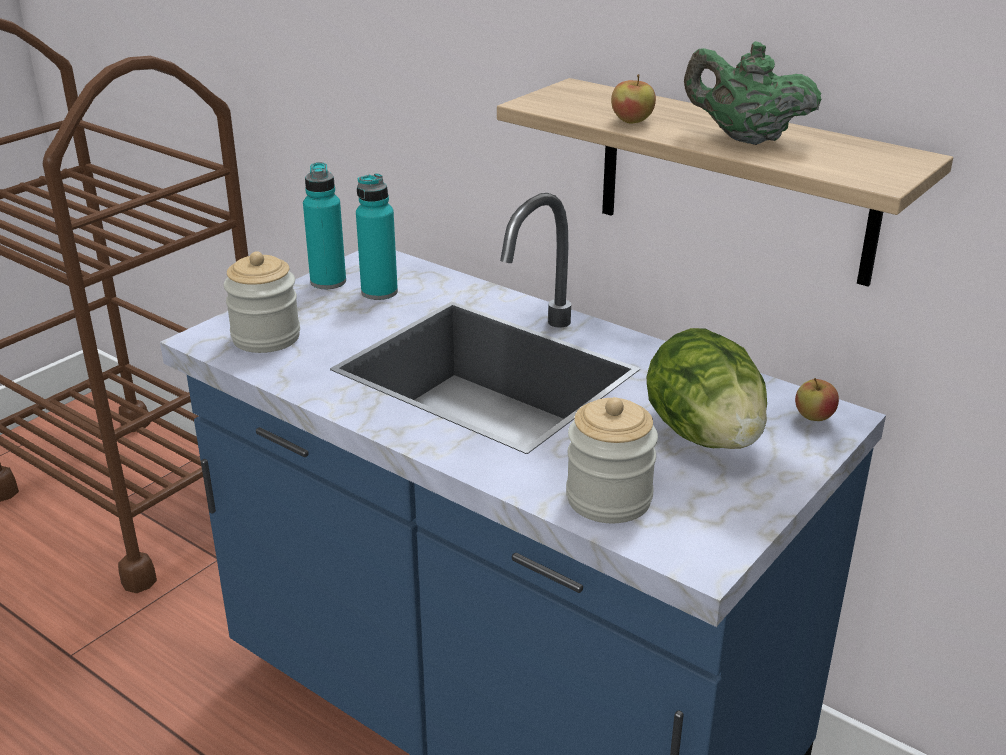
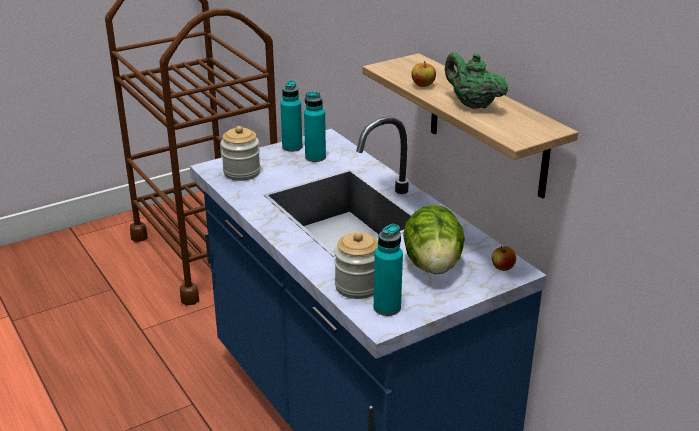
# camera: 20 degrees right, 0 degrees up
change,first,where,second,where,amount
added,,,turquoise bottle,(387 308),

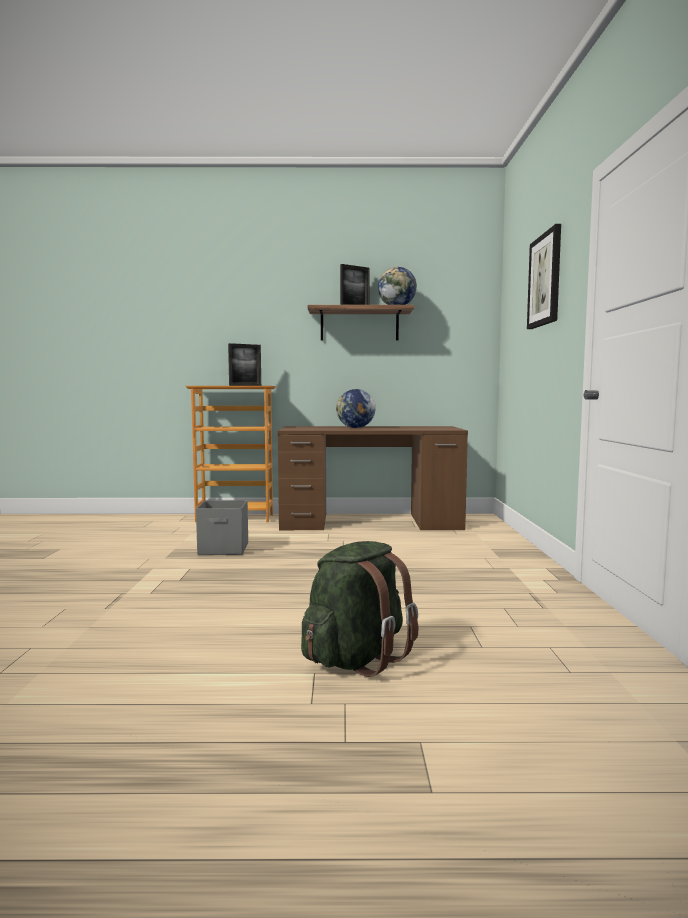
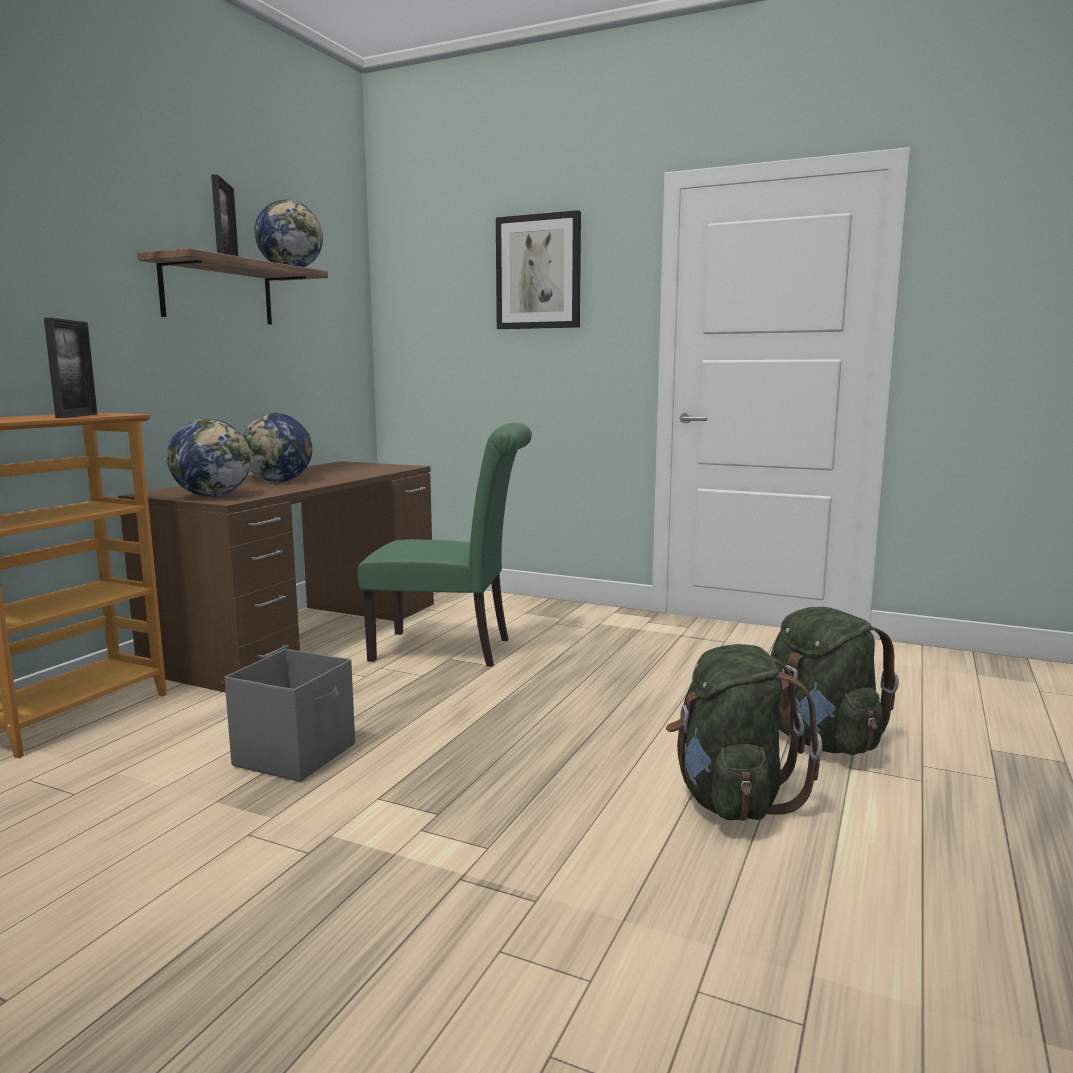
# camera: 65 degrees left, 5 degrees up
change,first,where,second,where,amount
added,,,globe,(213 496),
added,,,green chair,(450 649),
added,,,green backpack,(731 799),

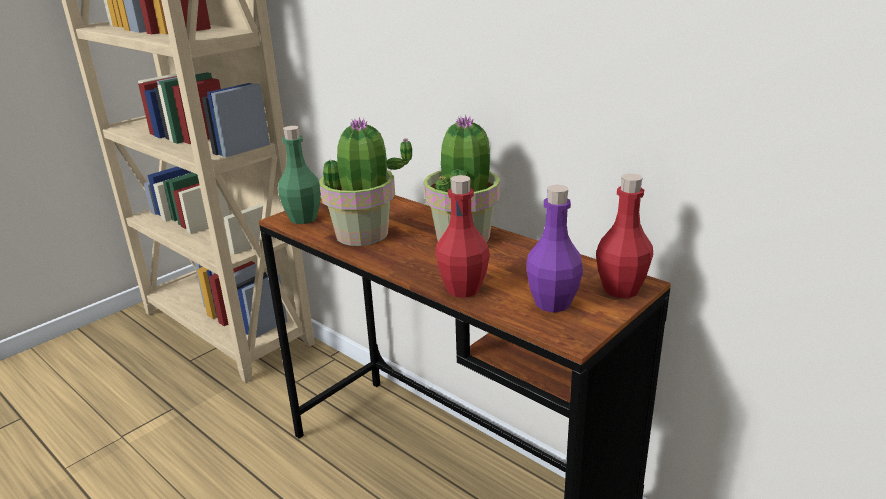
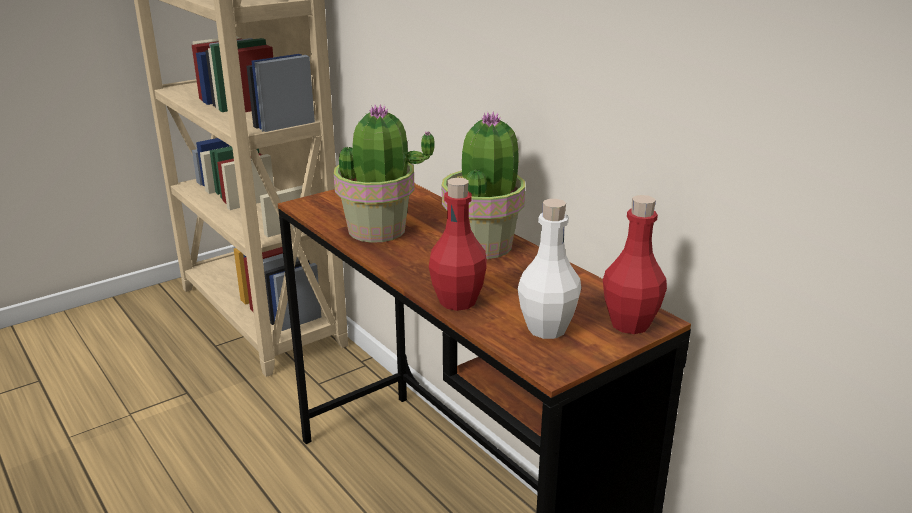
# camera: 10 degrees right, 0 degrees up
change,first,where,second,where,amount
removed,green bottle,(303 219),,,
recoloured,purple bottle,(552 303),white bottle,(547 329),

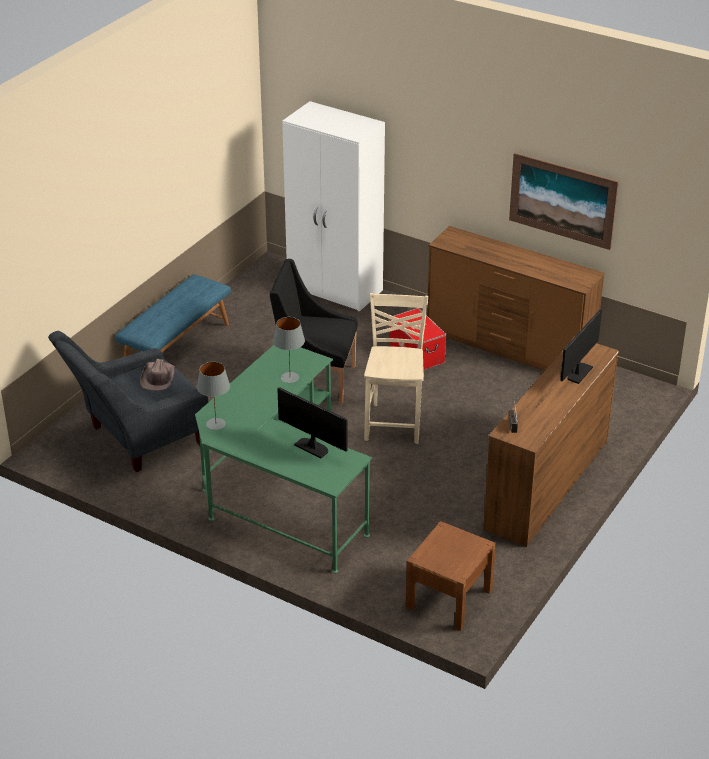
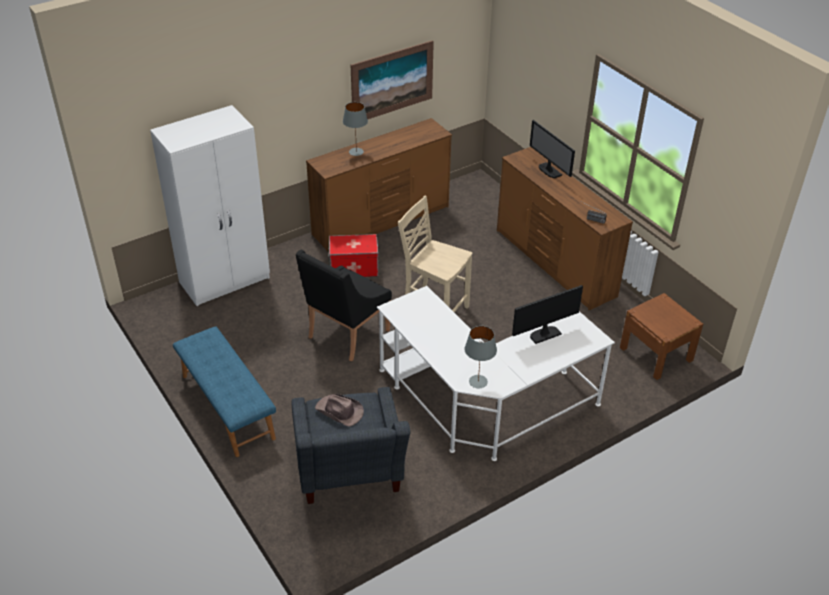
# camera: 65 degrees left, 5 degrees up
change,first,where,second,where,amount
moved,grey table lamp,(289 377),,(356 152),
recoloured,green desk,(279 493),white desk,(484 405),

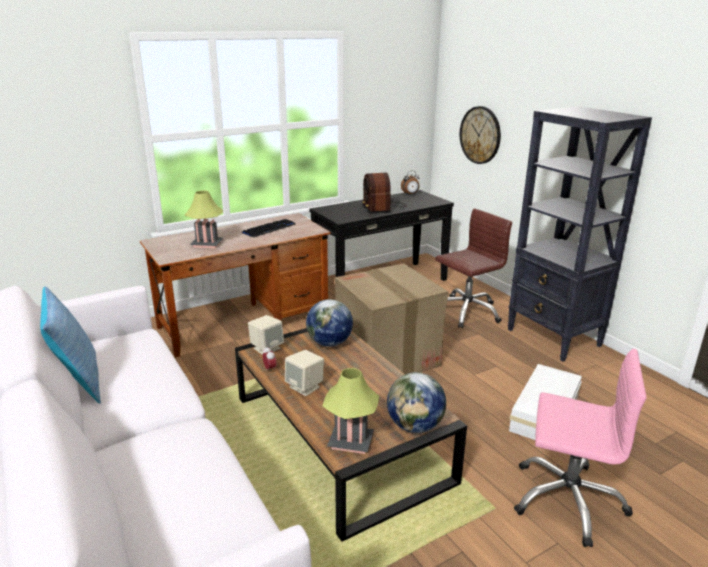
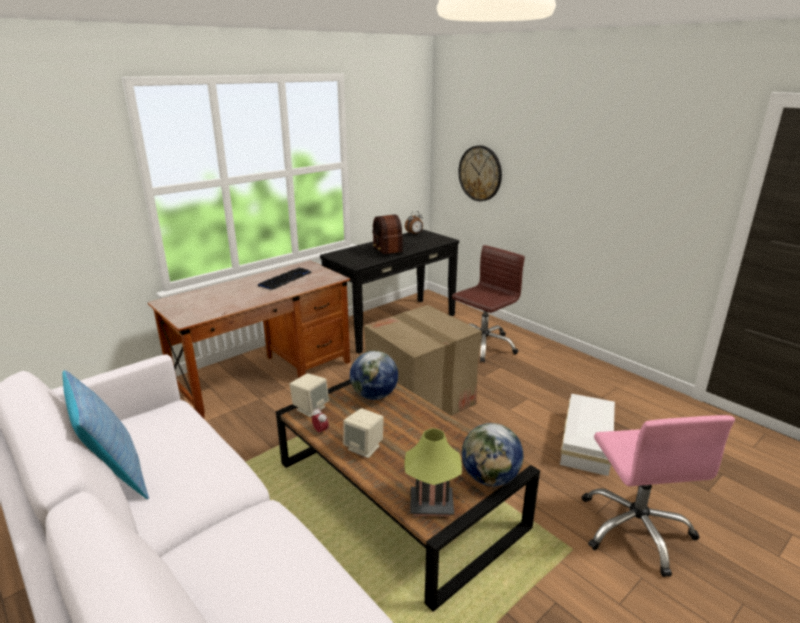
# camera: 10 degrees left, 0 degrees up
change,first,where,second,where,amount
removed,black bookcase,(554 338),,,
removed,table lamp,(207 244),,,
turned,pink office chair,(567 499),,(635 529),75 degrees clockwise

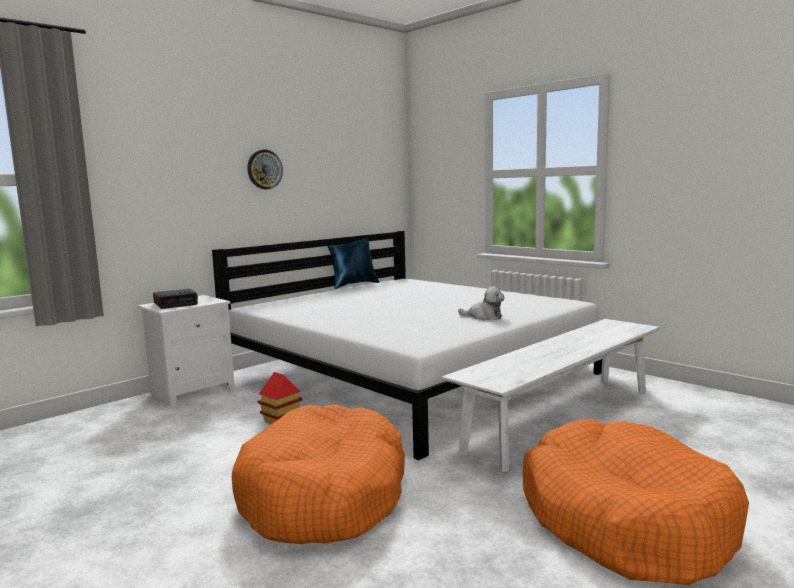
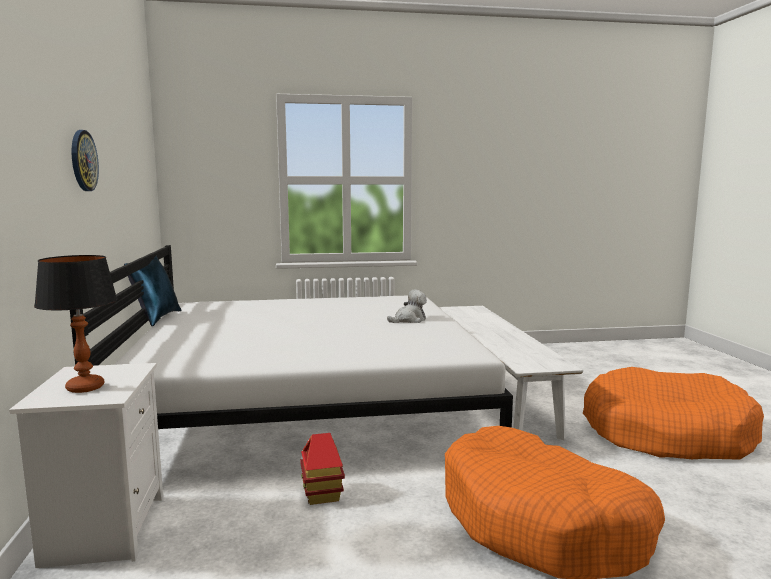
# camera: 55 degrees left, 0 degrees up
change,first,where,second,where,amount
replaced,alarm clock,(176 304),table lamp,(85 387),

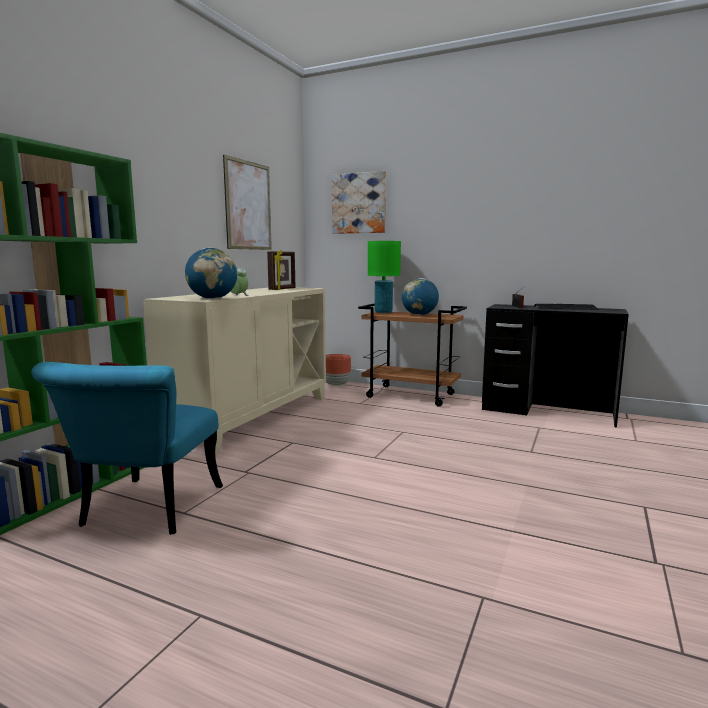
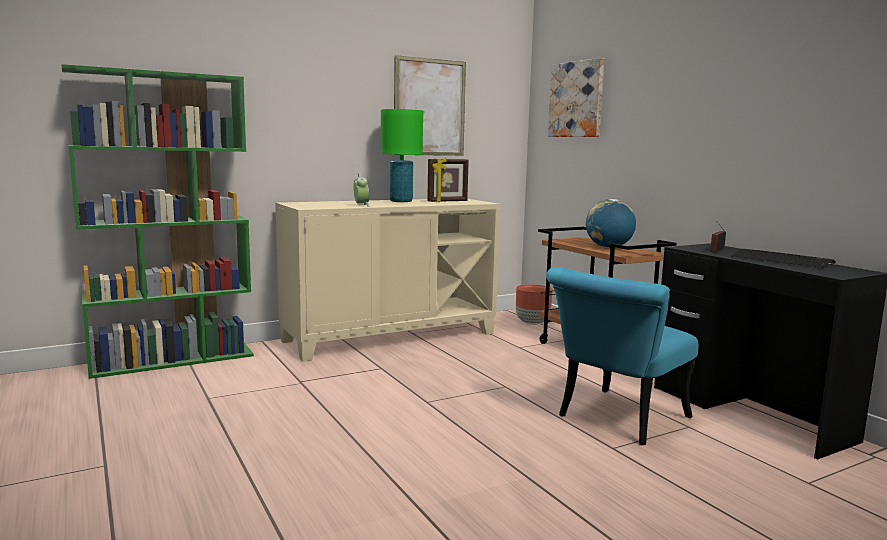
# camera: 35 degrees right, 0 degrees up
change,first,where,second,where,amount
moved,green table lamp,(383 312),,(401 201),
removed,globe,(212 298),,,
moved,turquoise chair,(145 512),,(616 420),

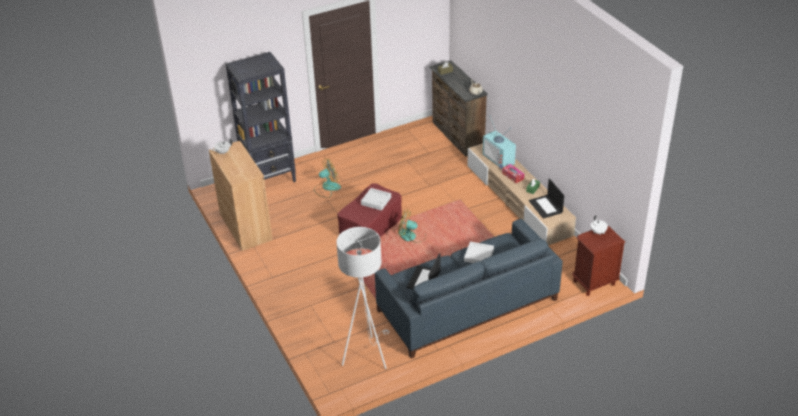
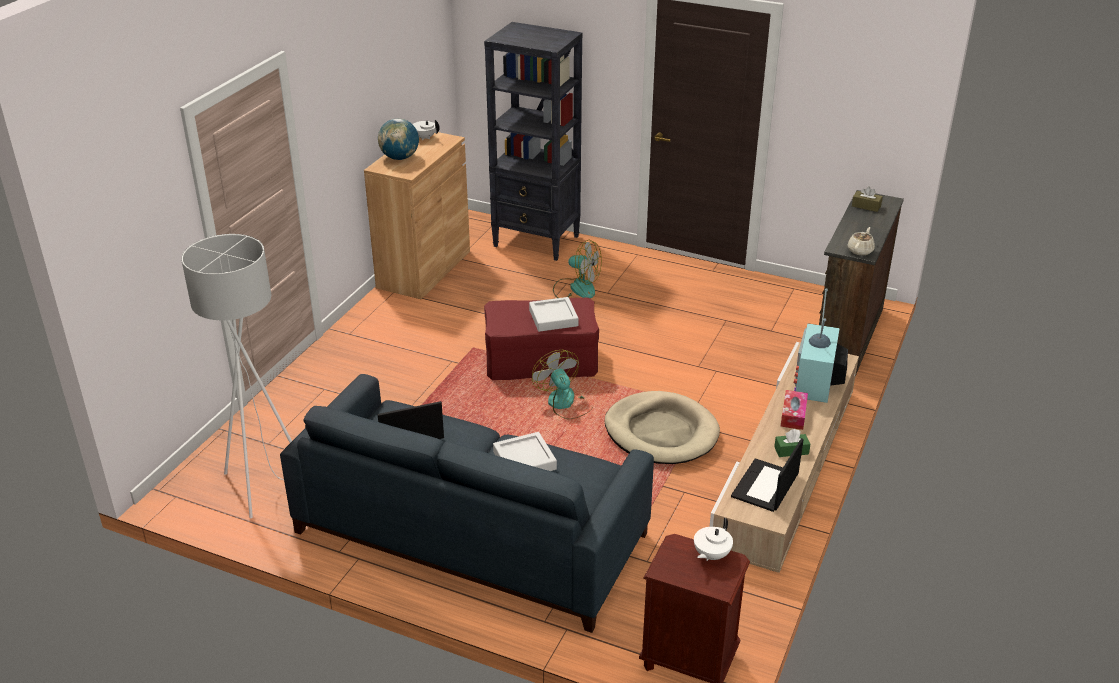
# camera: 50 degrees right, 5 degrees down
change,first,where,second,where,amount
added,,,globe,(400 158),
added,,,beige dog bed,(661 432),

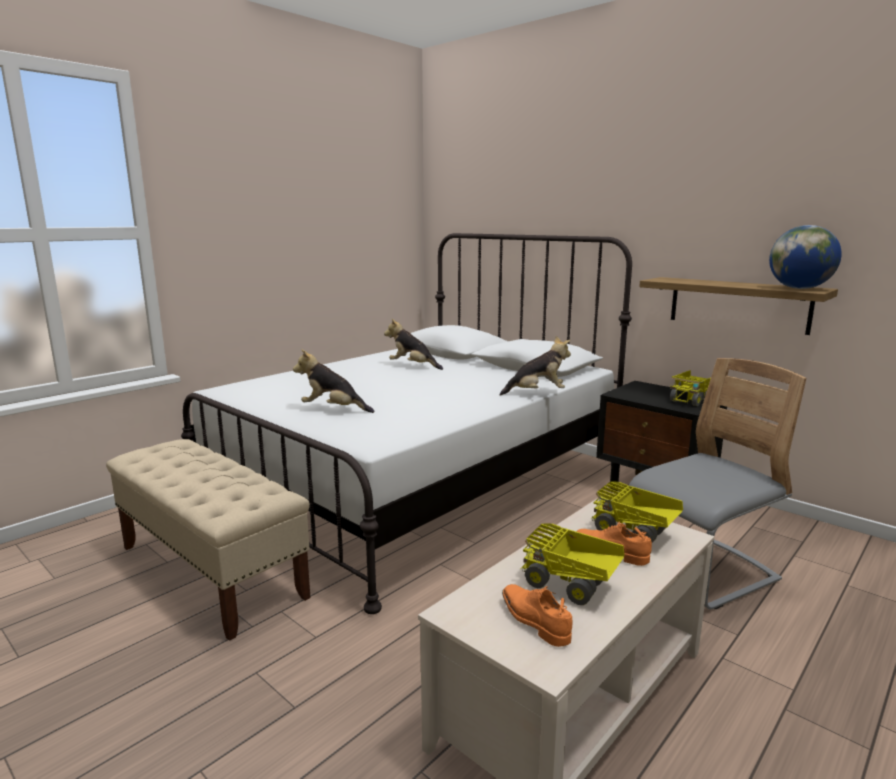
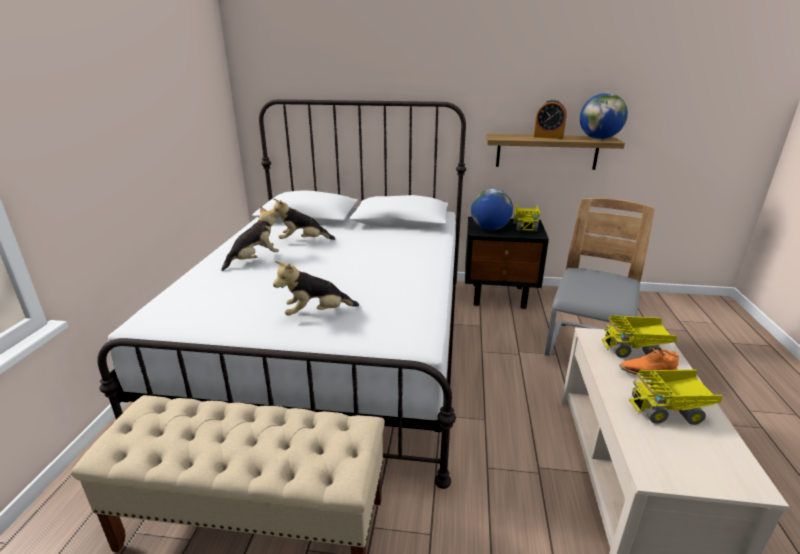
# camera: 35 degrees left, 10 degrees up
change,first,where,second,where,amount
moved,plush toy,(537 393),,(255 260),
removed,orange shoe,(534 621),,,
added,,,alarm clock,(548 137),
added,,,globe,(490 229),

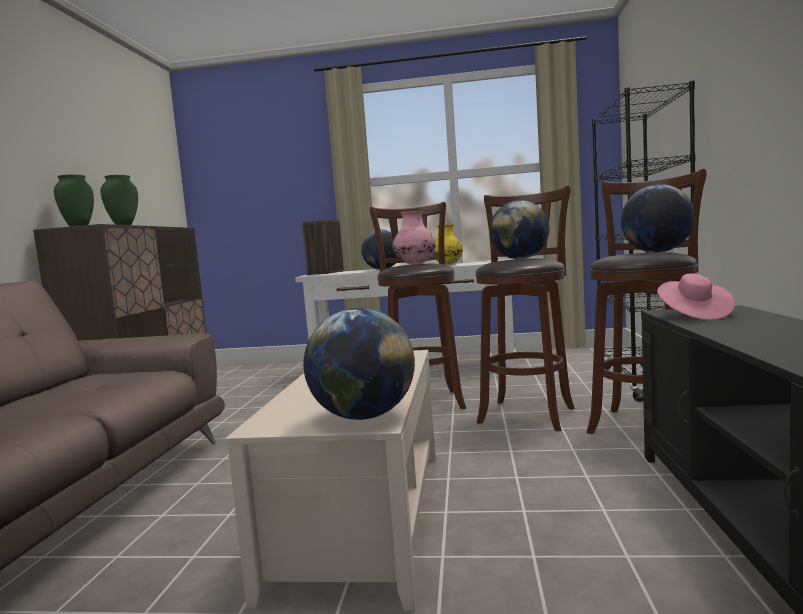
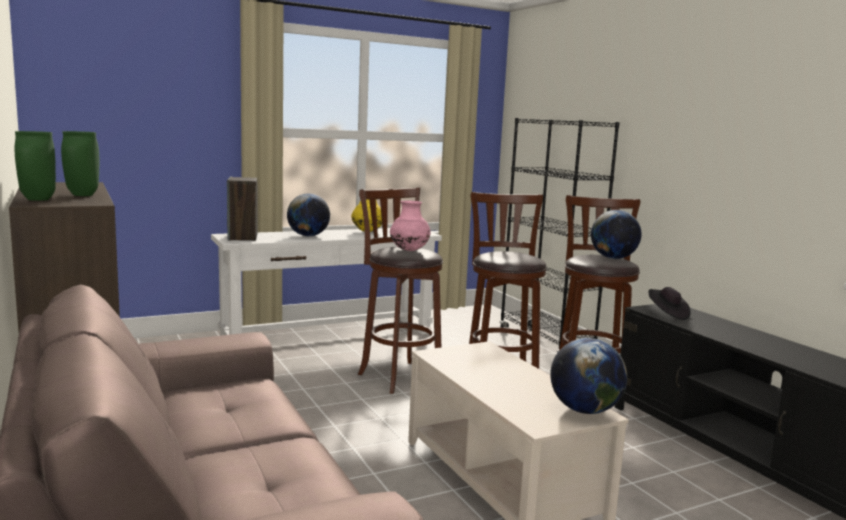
# camera: 35 degrees left, 5 degrees up
change,first,where,second,where,amount
removed,globe,(520 259),,,
recoloured,pink hat,(694 315),black hat,(667 314),

